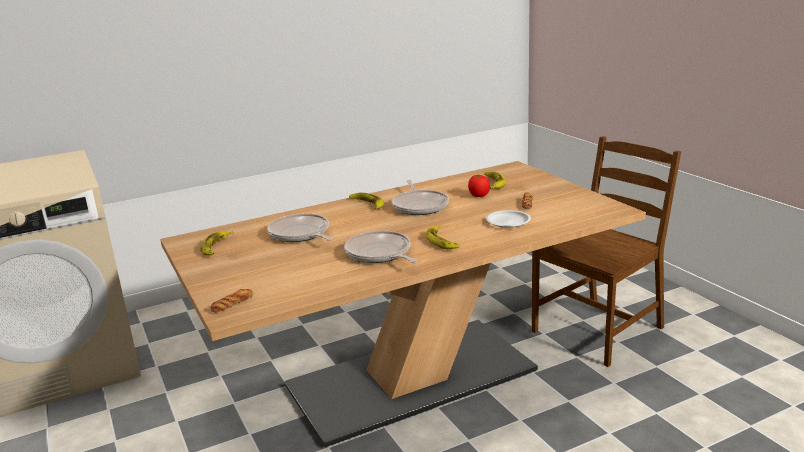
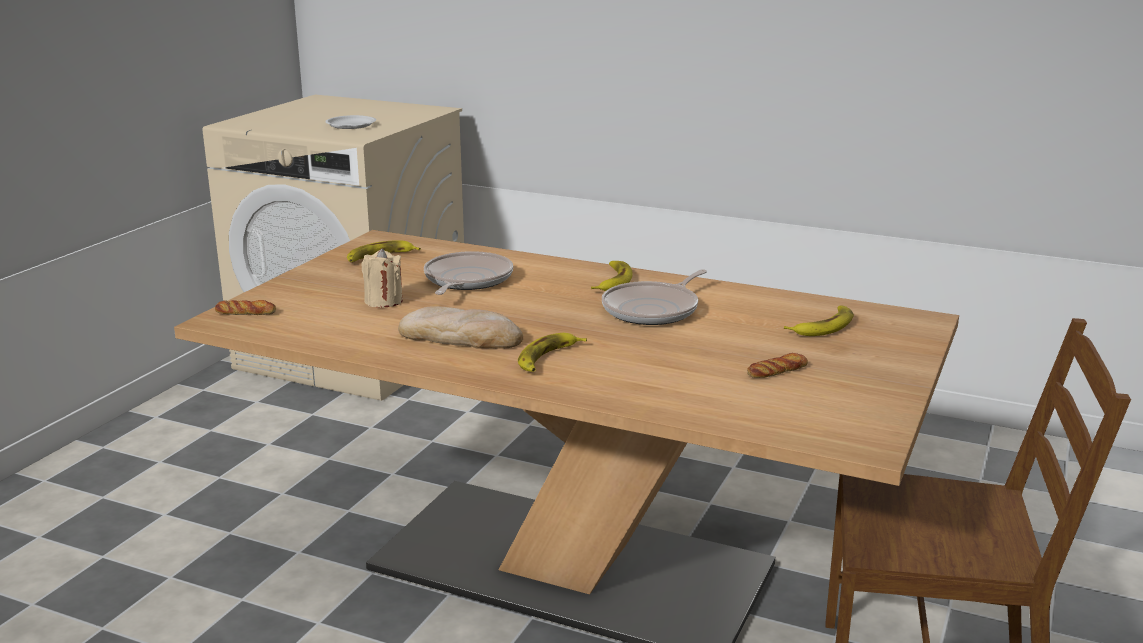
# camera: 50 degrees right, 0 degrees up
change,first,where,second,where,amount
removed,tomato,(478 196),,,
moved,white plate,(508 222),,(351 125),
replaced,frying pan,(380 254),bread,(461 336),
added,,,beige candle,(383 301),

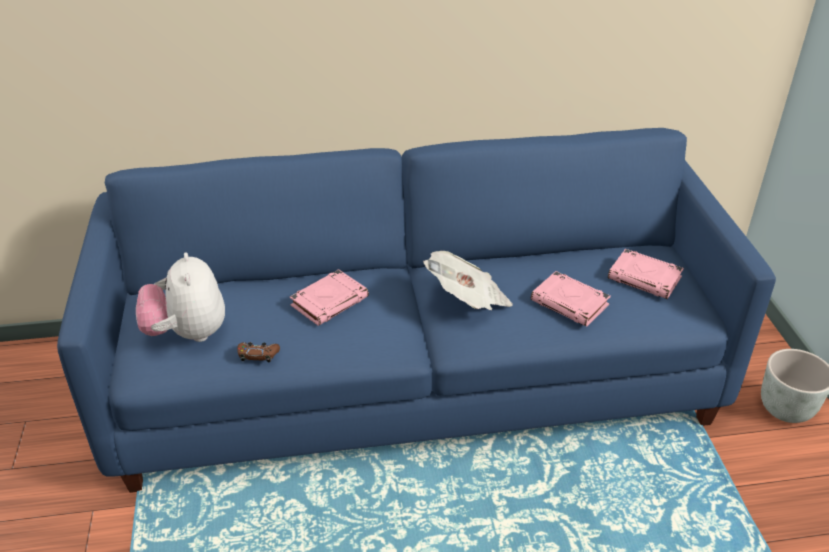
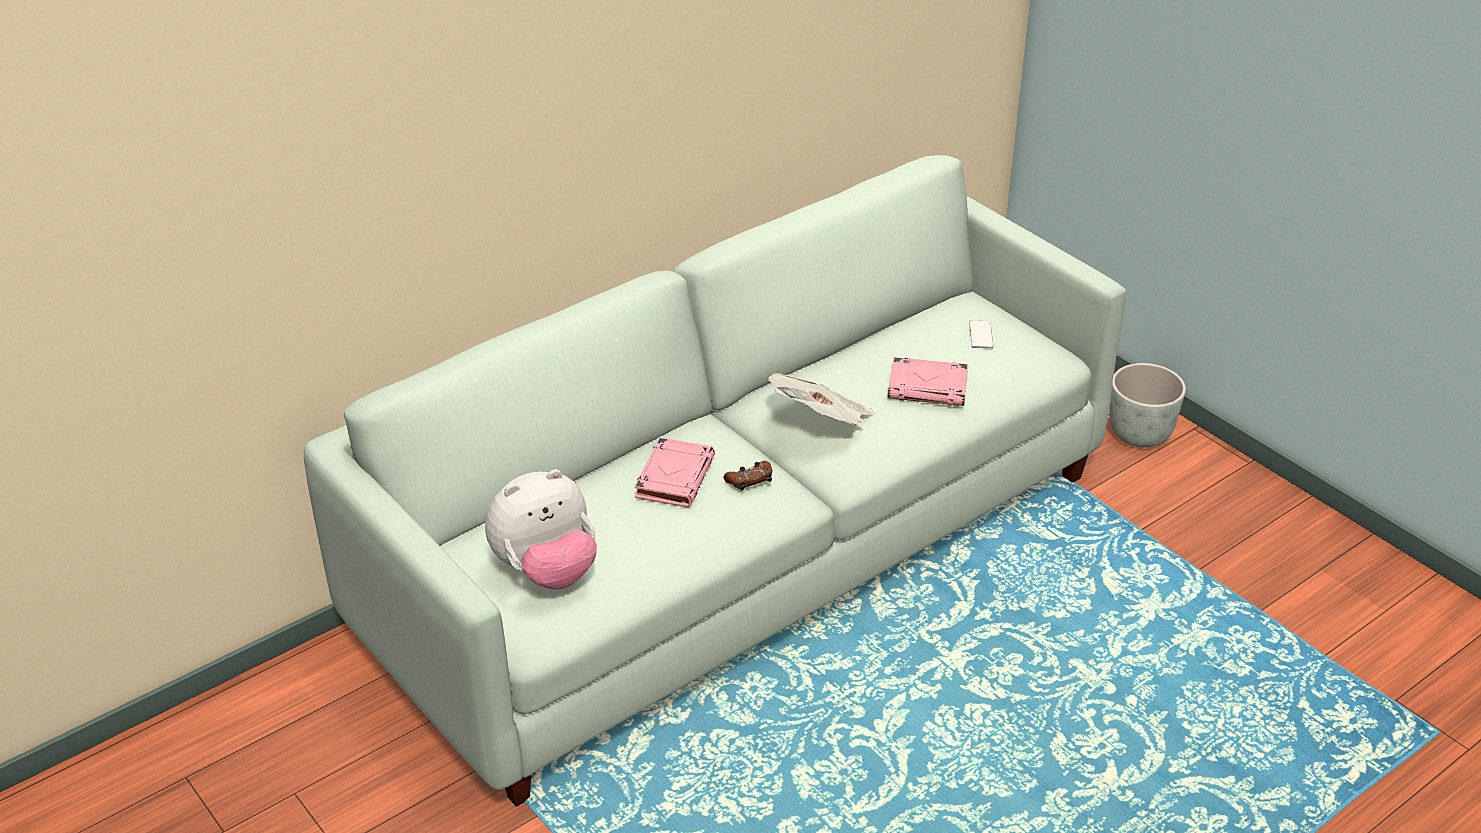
# camera: 30 degrees left, 0 degrees up
change,first,where,second,where,amount
recoloured,blue sofa,(415 378),white sofa,(740 551),
replaced,pink book,(645 278),phone,(981 335),
turned,plush toy,(188 333),,(546 571),75 degrees counterclockwise
moved,brown game controller,(258 355),,(749 480),

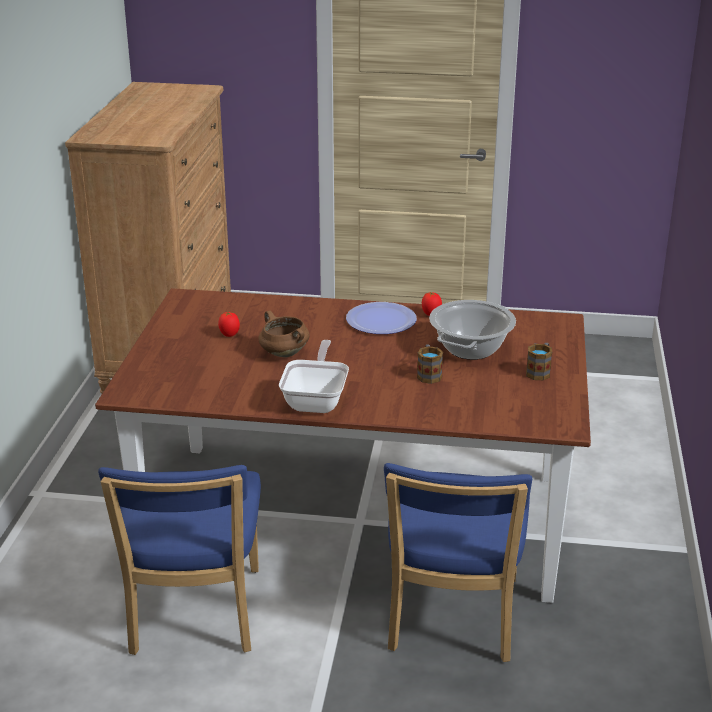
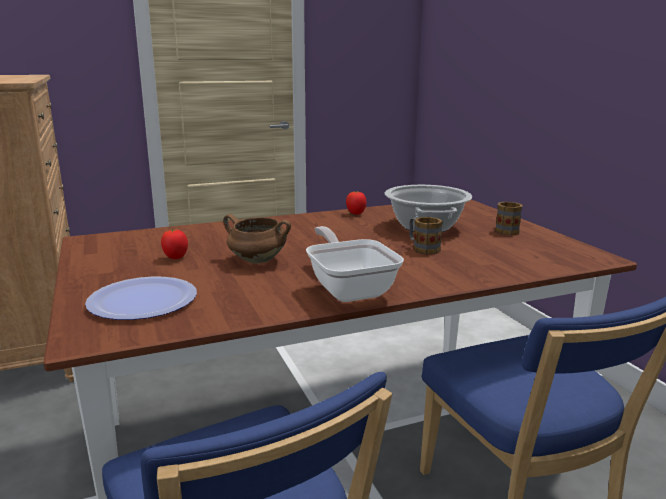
# camera: 30 degrees left, 10 degrees down
change,first,where,second,where,amount
moved,plate,(381 320),,(142 301),

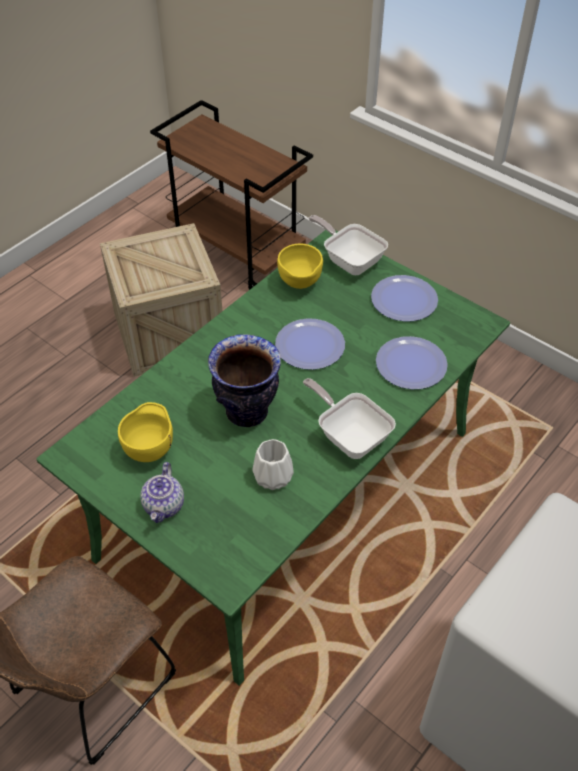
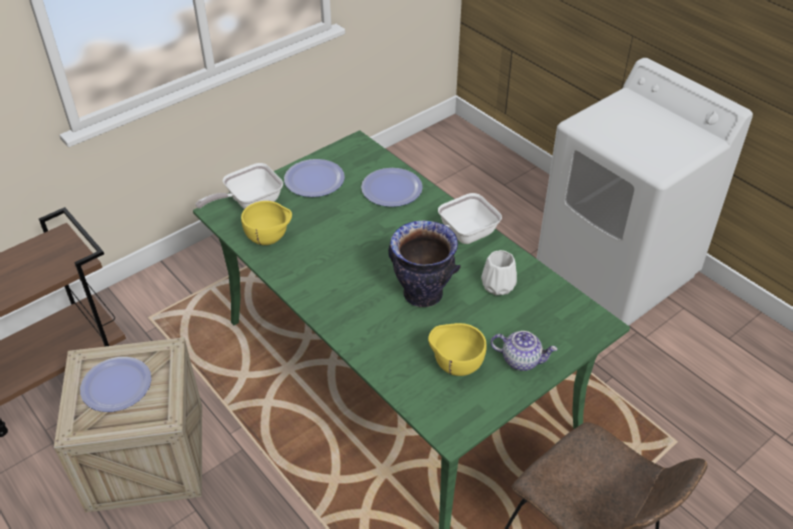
# camera: 80 degrees left, 5 degrees down
change,first,where,second,where,amount
moved,plate,(309 345),,(116 385),

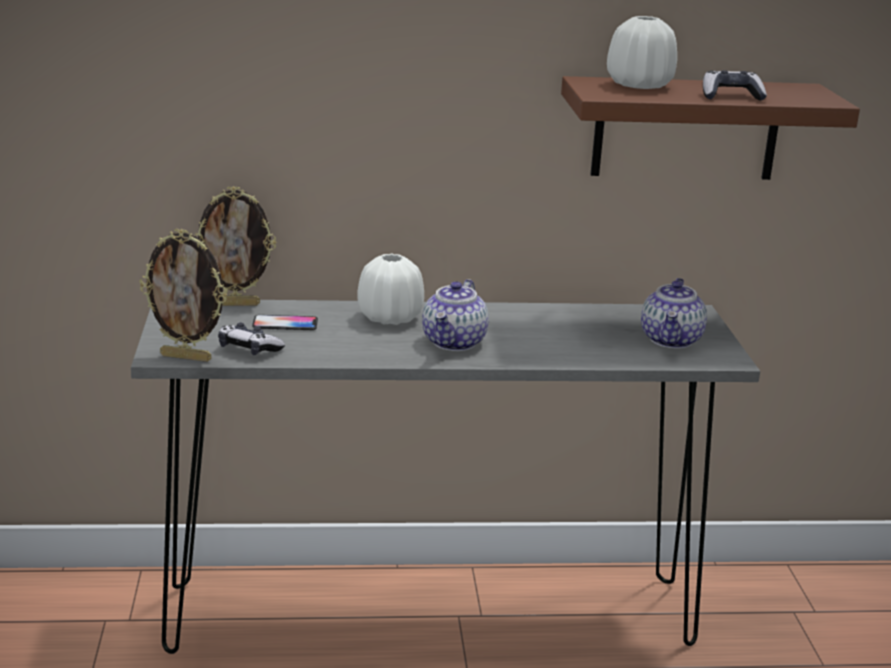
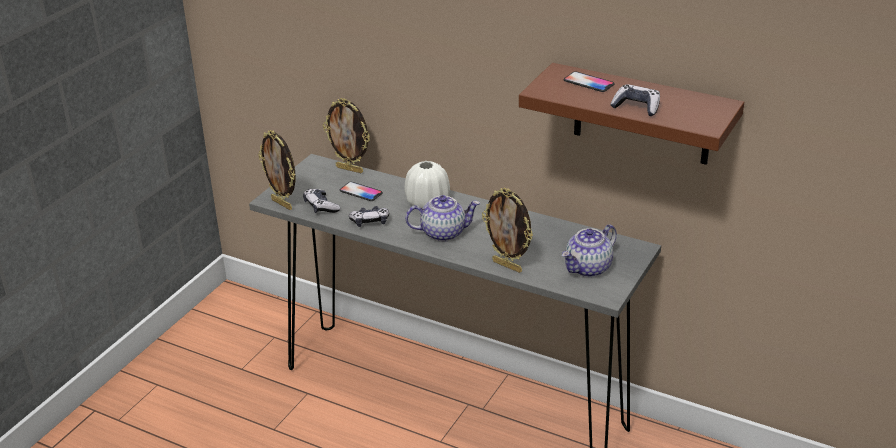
# camera: 35 degrees right, 10 degrees up
change,first,where,second,where,amount
replaced,white vase,(639 85),phone,(588 83),
turned,teapot,(454 343),,(443 233),150 degrees counterclockwise
added,,,picture frame,(508 266),
added,,,game controller,(370 221),

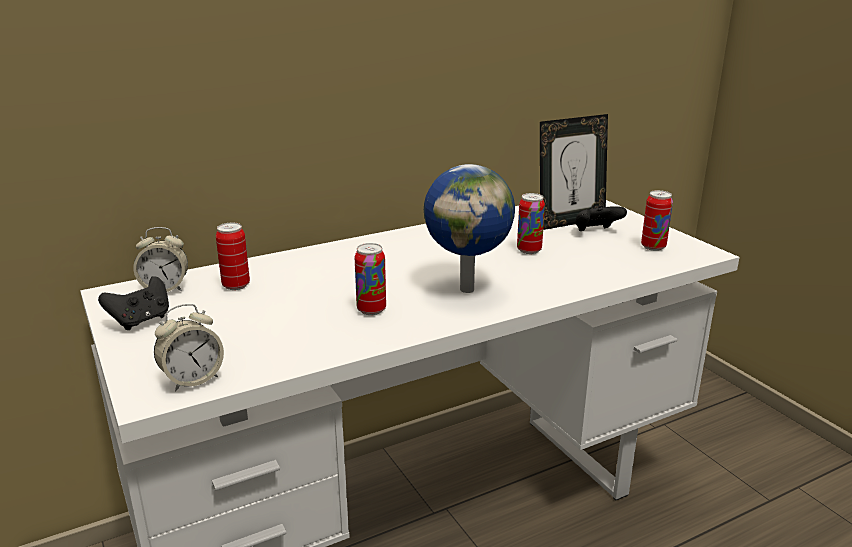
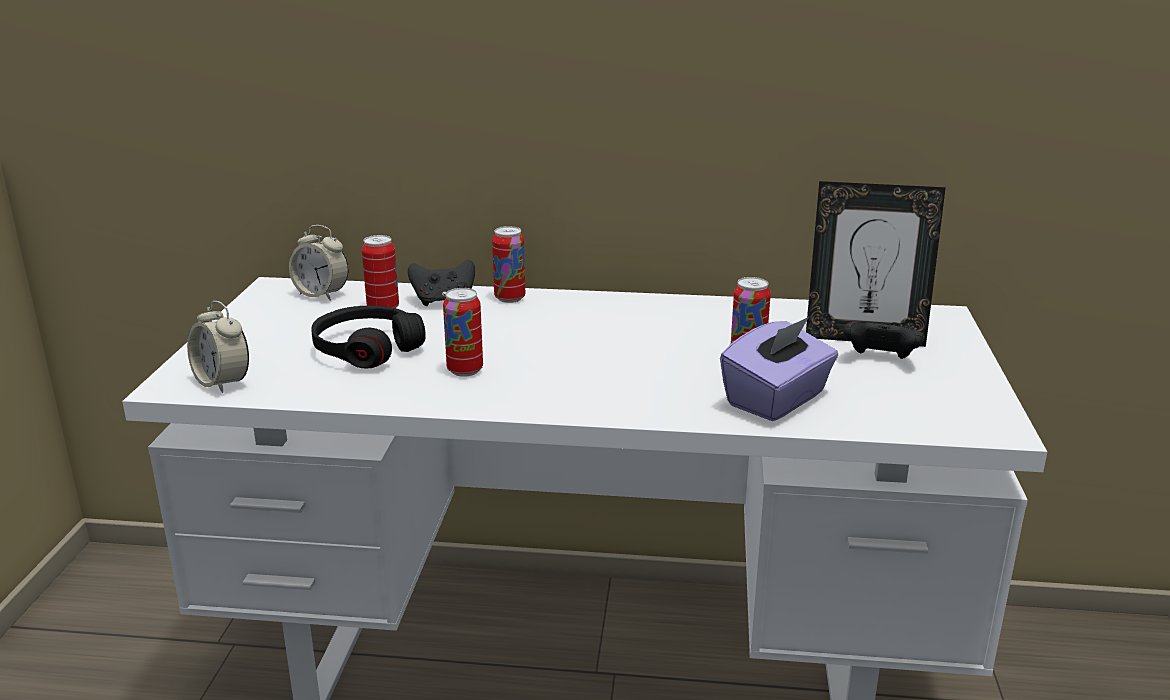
# camera: 35 degrees right, 0 degrees up
change,first,where,second,where,amount
removed,globe,(467 289),,,
moved,can,(653 247),,(510 298),
moved,black game controller,(141 321),,(444 301),
turned,alarm clock,(192 379),,(222 383),45 degrees clockwise
added,,,black headphones,(367 349),
added,,,purple tissue box,(777 400),

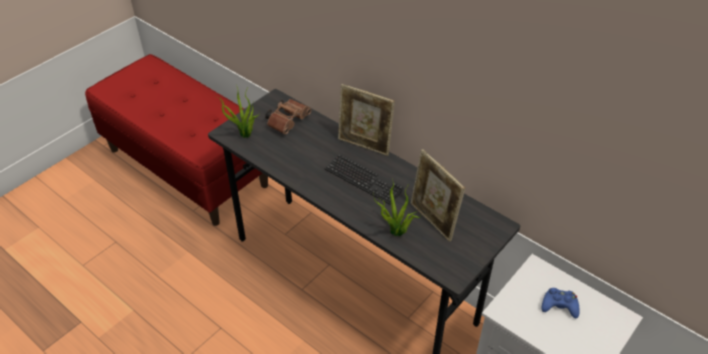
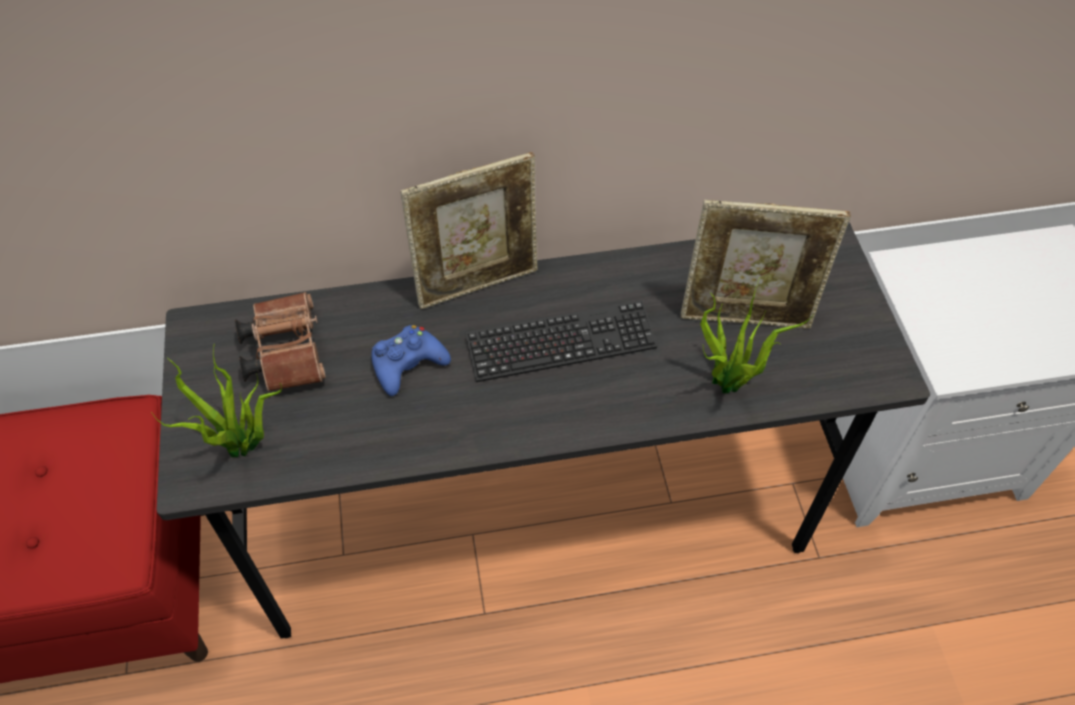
# camera: 50 degrees left, 10 degrees up
change,first,where,second,where,amount
moved,blue game controller,(559 305),,(408 364),

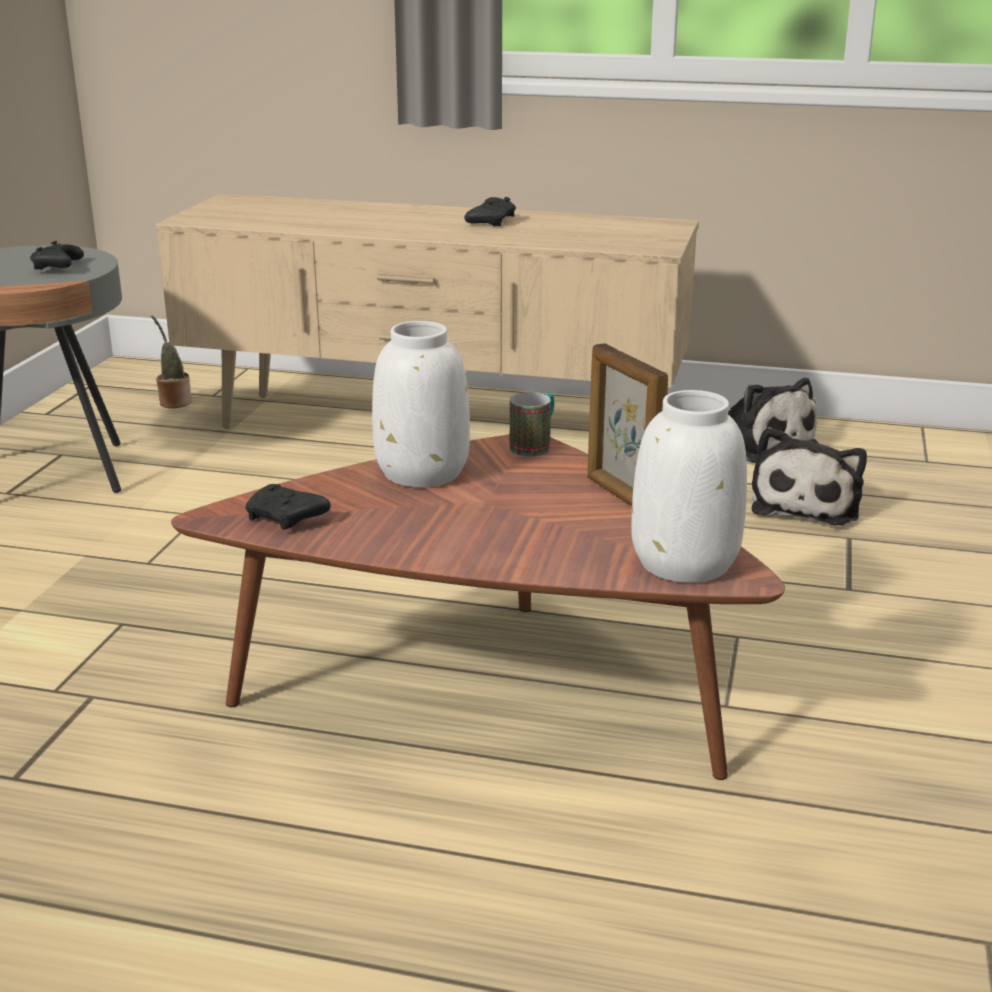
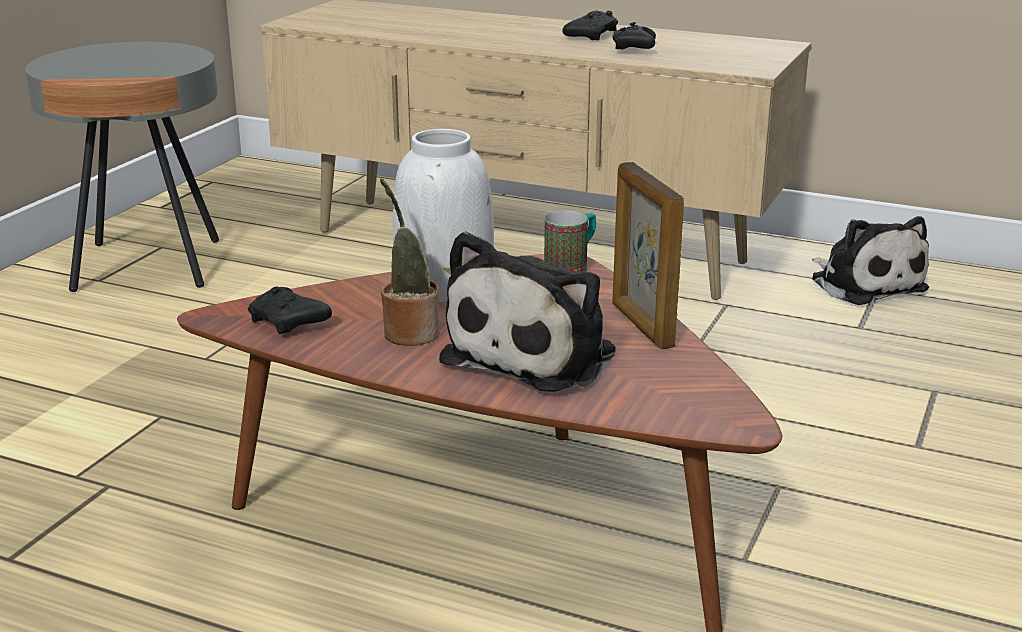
# camera: 10 degrees right, 0 degrees up
change,first,where,second,where,amount
moved,black game controller,(58 268),,(634 49),
moved,potted plant,(174 402),,(409 332),
removed,white vase,(686 563),,,
moved,plush toy,(807 504),,(536 354),

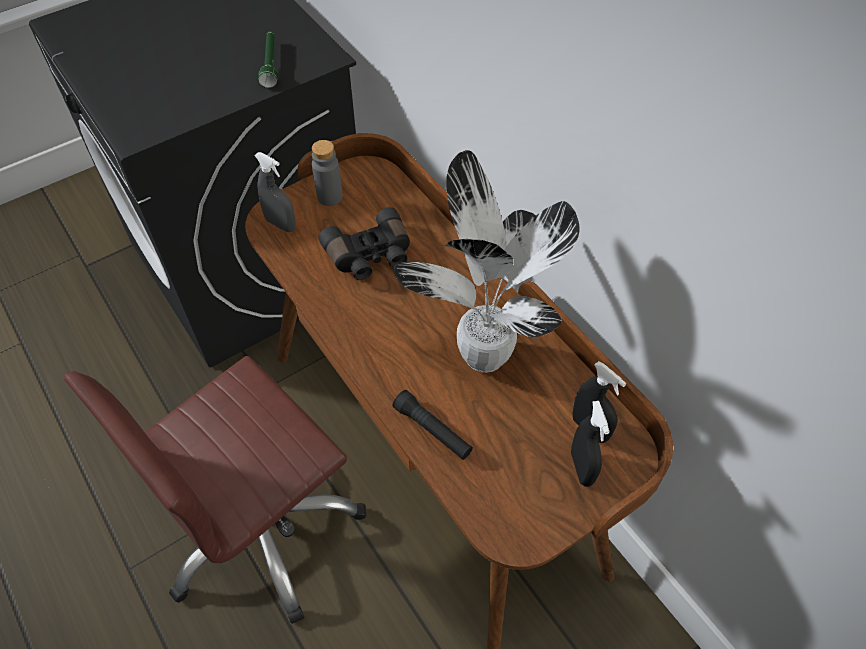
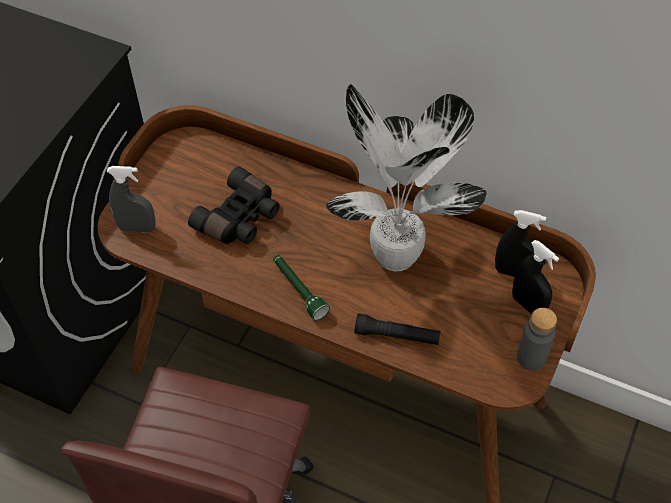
# camera: 30 degrees left, 0 degrees up
change,first,where,second,where,amount
moved,green flashlight,(270 64),,(299 290),
moved,grey bottle,(330 196),,(531 357),

